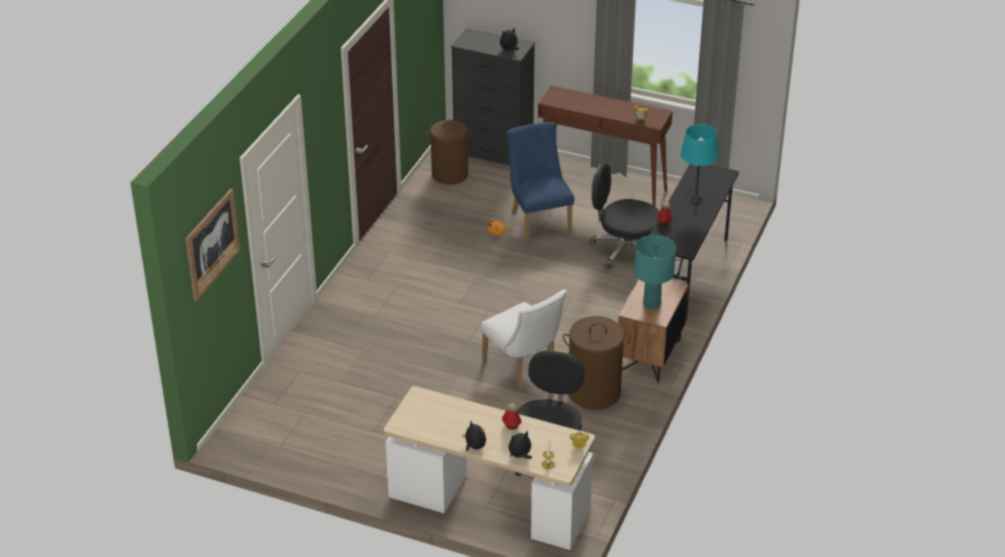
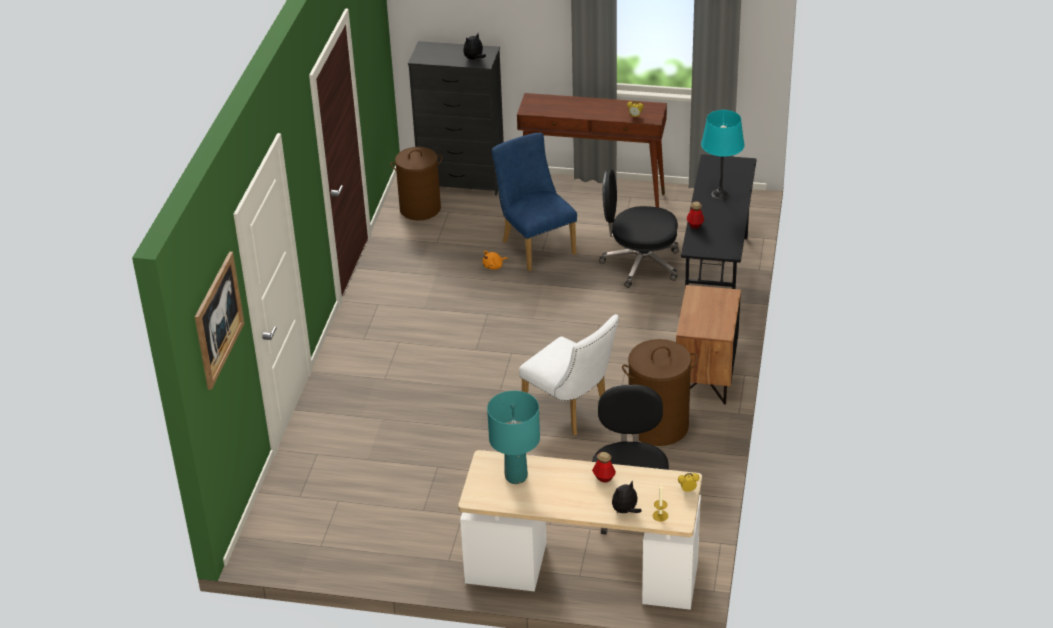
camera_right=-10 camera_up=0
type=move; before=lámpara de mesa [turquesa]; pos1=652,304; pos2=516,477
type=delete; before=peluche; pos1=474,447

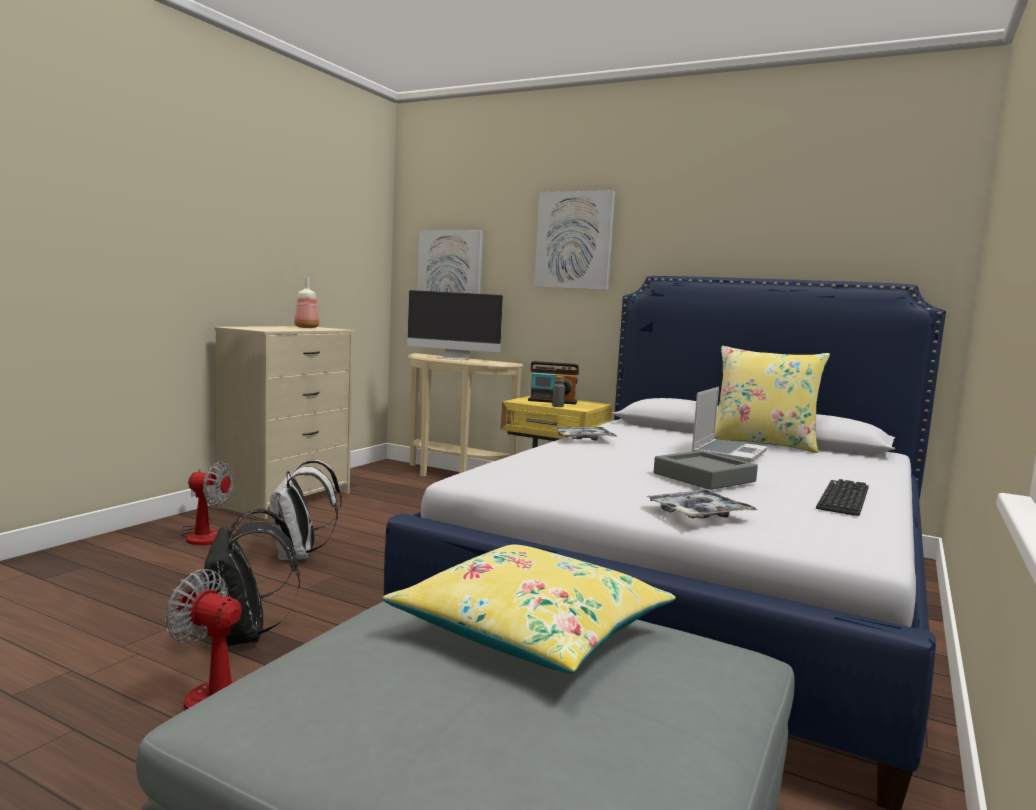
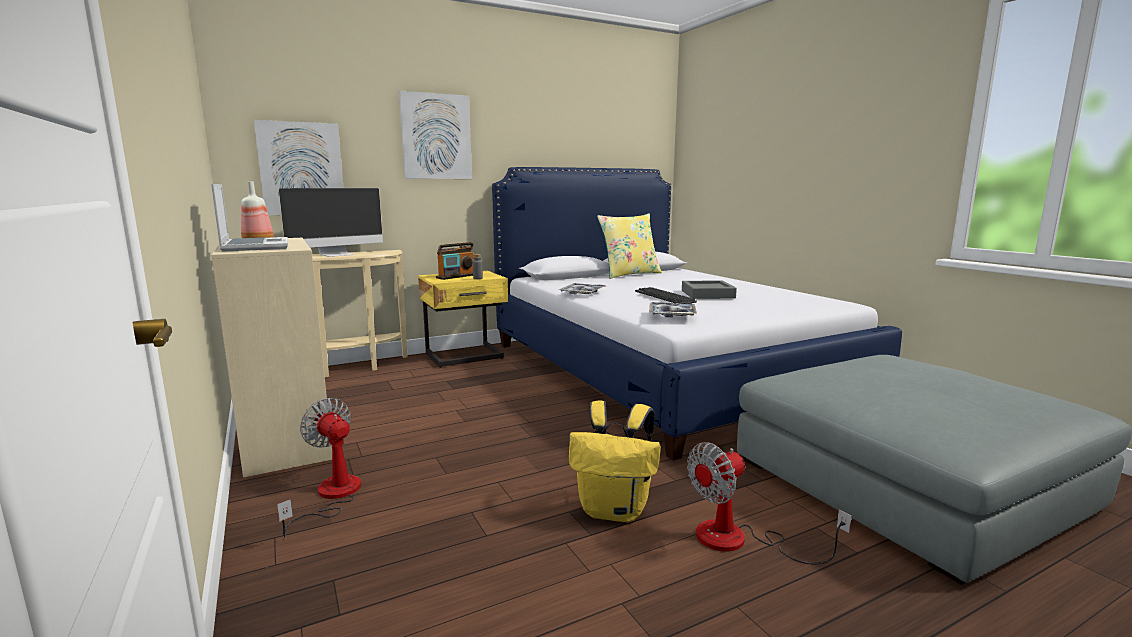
camera_right=-55 camera_up=5
type=move; before=portátil; pos1=728,452; pos2=254,246
type=delete; before=mochila [blanco]; pos1=299,556
type=rotate; before=ventilador; pos1=204,534; pos2=331,496; turn=-90
type=move; before=teclado; pos1=843,498; pos2=664,297
type=move; before=bandeja; pos1=699,514; pos2=672,315
type=recolor; before=mochila [negro]; after=mochila [amarillo]; pos1=244,637; pos2=615,510
type=delete; before=cojín [amarillo]; pos1=532,630

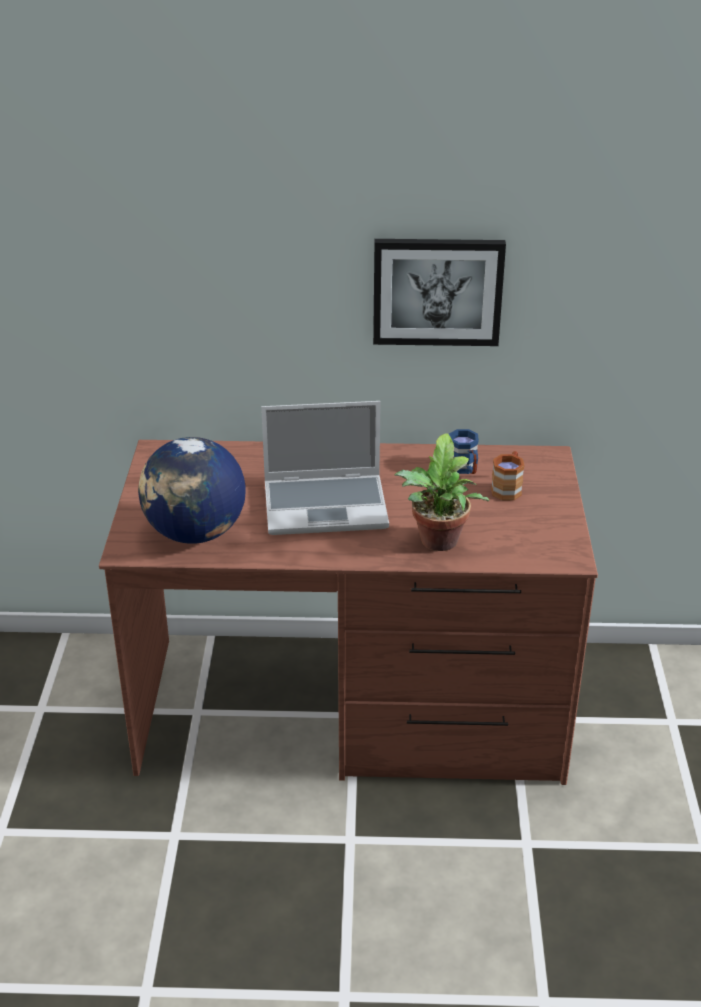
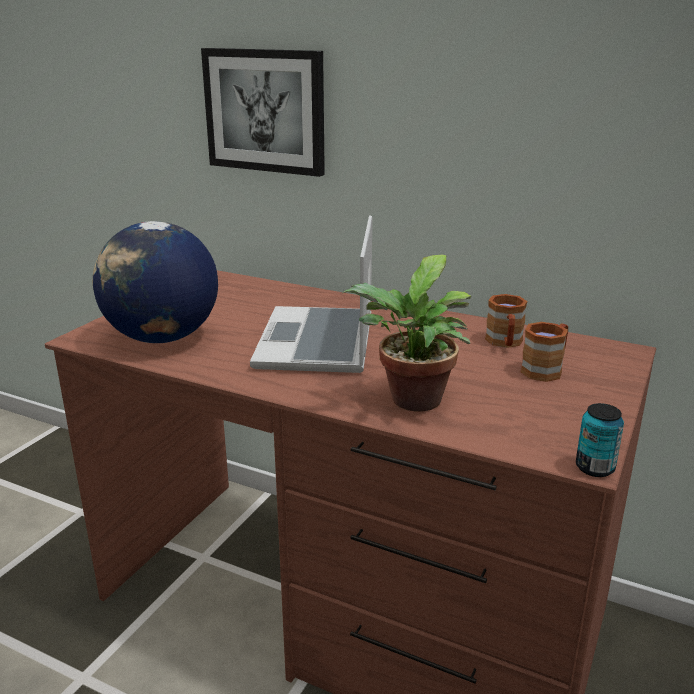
camera_right=25 camera_up=-10
type=move; before=cuadro; pos1=437,291; pos2=265,111
type=rotate; before=portátil; pos1=327,506; pos2=318,343; turn=75
type=recolor; before=taza grande [azul]; after=taza grande [marrón]; pos1=465,469; pos2=505,343
type=insert; after=lata; pos2=594,468

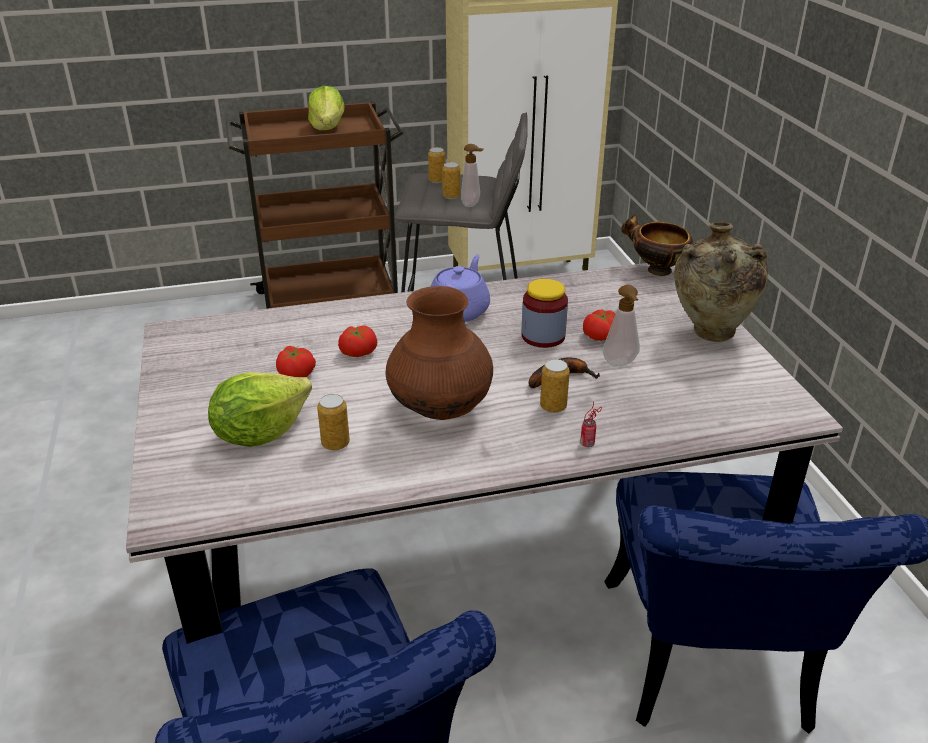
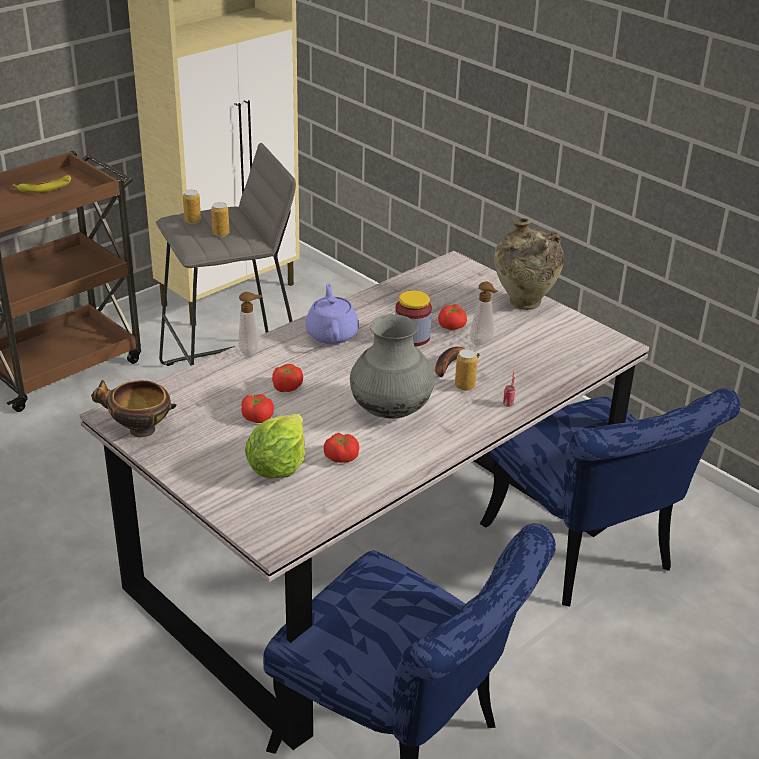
camera_right=-30 camera_up=0
type=replace; before=lechuga; after=plátano; pos1=328,128; pos2=45,187
type=move; before=dispensador de jabón; pos1=472,204; pos2=251,353
type=move; before=cuenco; pos1=656,270; pos2=139,430
type=recolor; before=florero [marrón]; after=florero [gris]; pos1=440,410; pos2=391,411
type=replace; before=lata; after=tomate; pos1=335,444; pos2=341,457

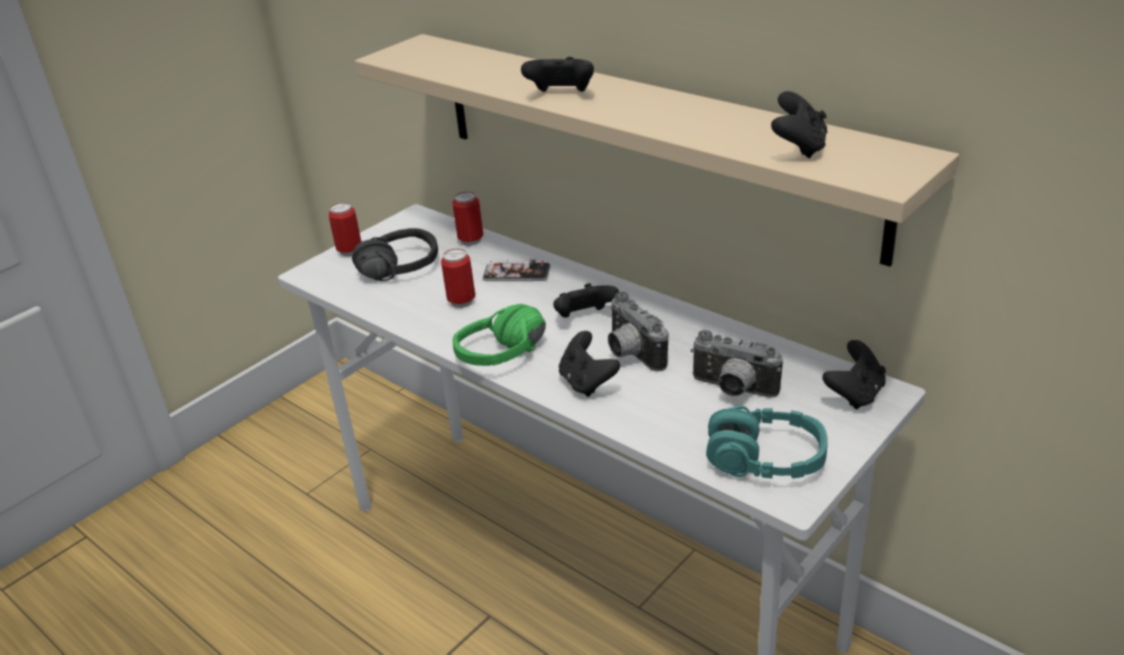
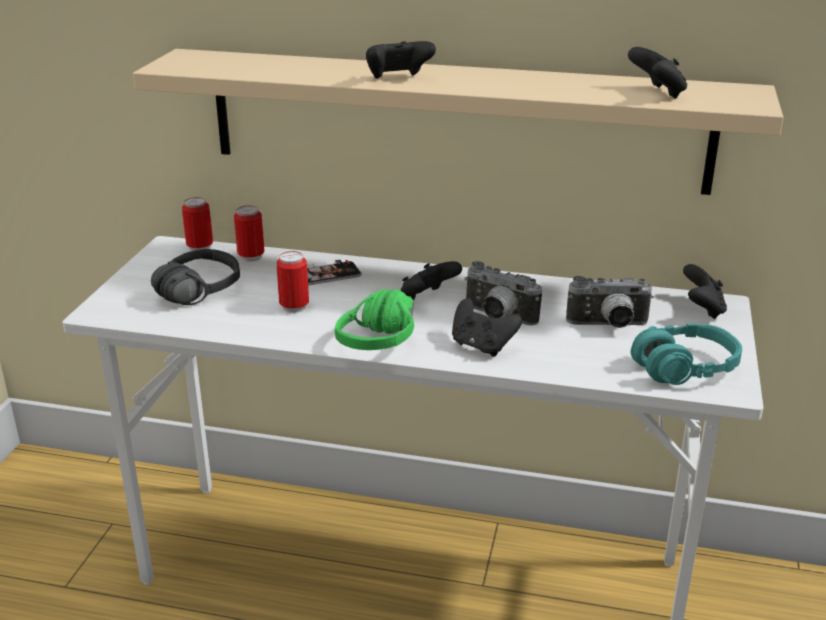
camera_right=-30 camera_up=-5
type=move; before=lata; pos1=350,251; pos2=200,247

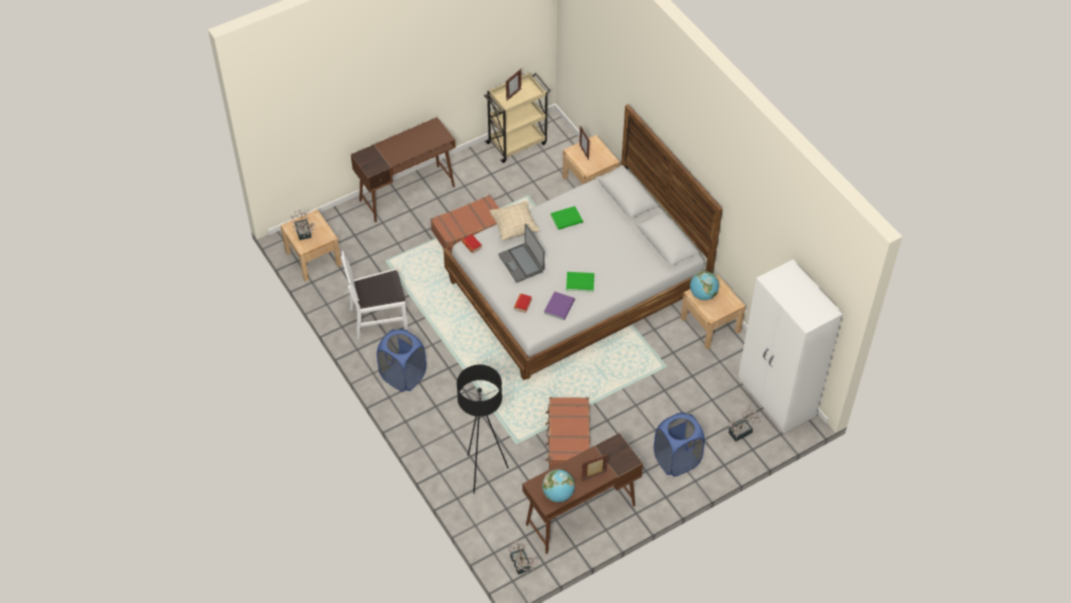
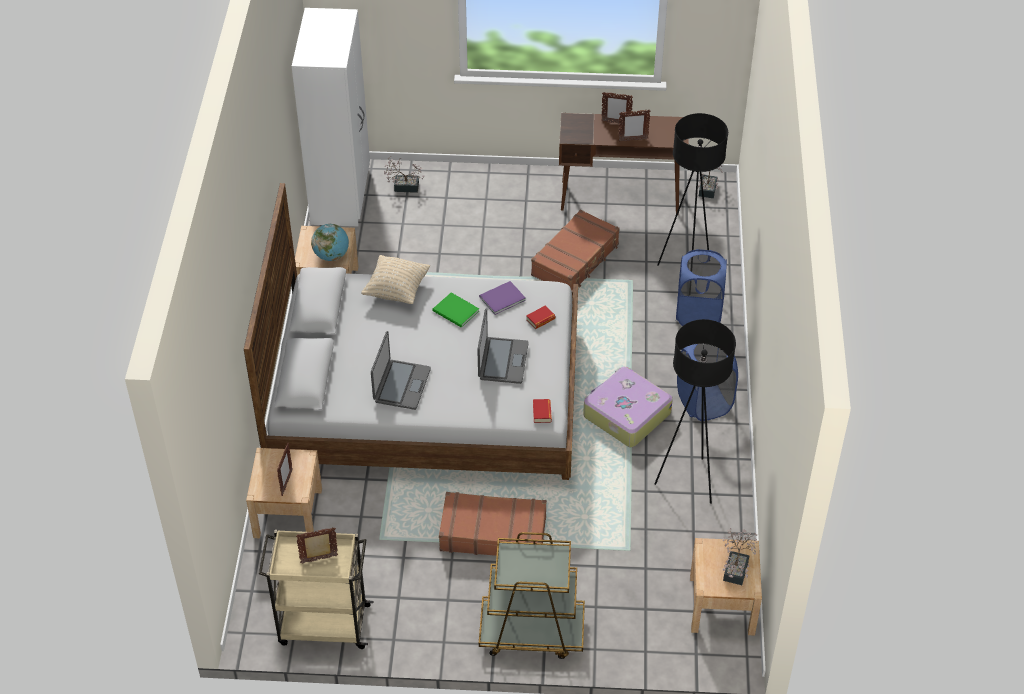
camera_right=-145 camera_up=-5
type=replace; before=escritorio [marrón]; after=carrito [marrón]; pos1=407,193; pos2=531,632
type=move; before=cojín [beis]; pos1=514,228; pos2=396,290
type=replace; before=libro [verde]; after=portátil; pos1=567,219; pos2=401,385
type=replace; before=silla [blanco]; after=lámpara de pie [negro]; pos1=378,318; pos2=688,481
type=move; before=cesto de la ropa [azul]; pos1=676,460; pos2=698,314
type=delete; before=globo terráqueo; pos1=558,494
type=insert; after=portarretratos; pos2=632,140
type=insert; after=maleta; pos2=625,414

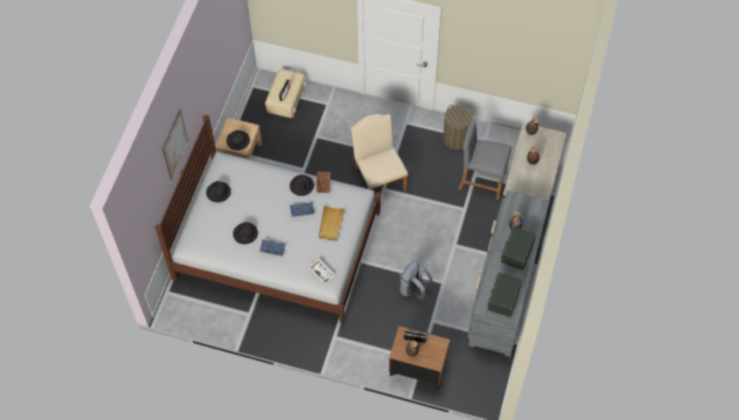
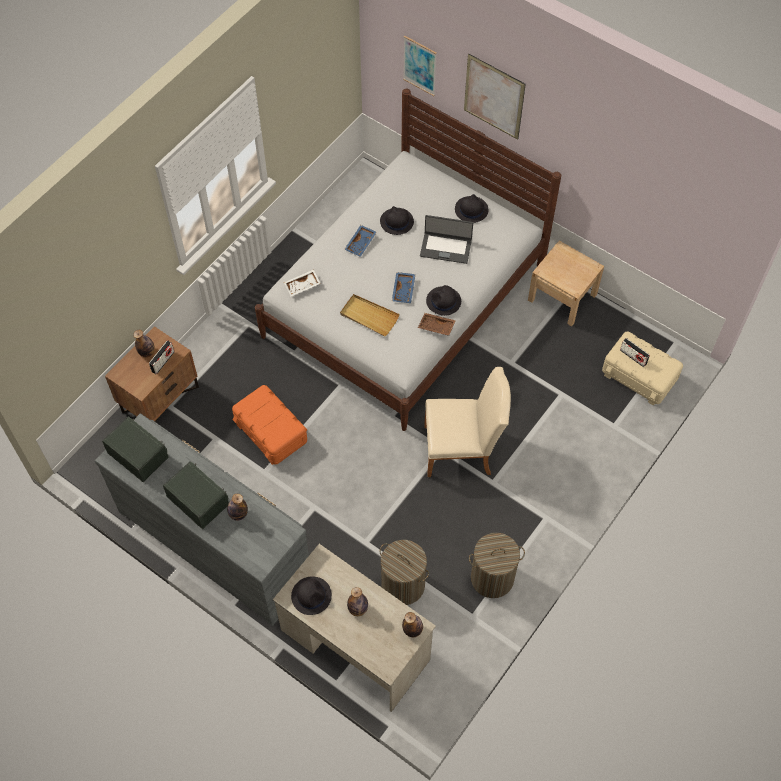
camera_right=110 camera_up=0
type=replace; before=taburete [gris]; after=cesto de la ropa; pos1=482,181; pos2=403,585
type=move; before=sombrero [negro]; pos1=237,140; pos2=311,595
type=replace; before=mochila [gris]; after=caja de almacenaje [naranja]; pos1=413,289; pos2=270,432
type=insert; after=cuadro; pos2=419,65
type=insert; after=portátil; pos2=446,247

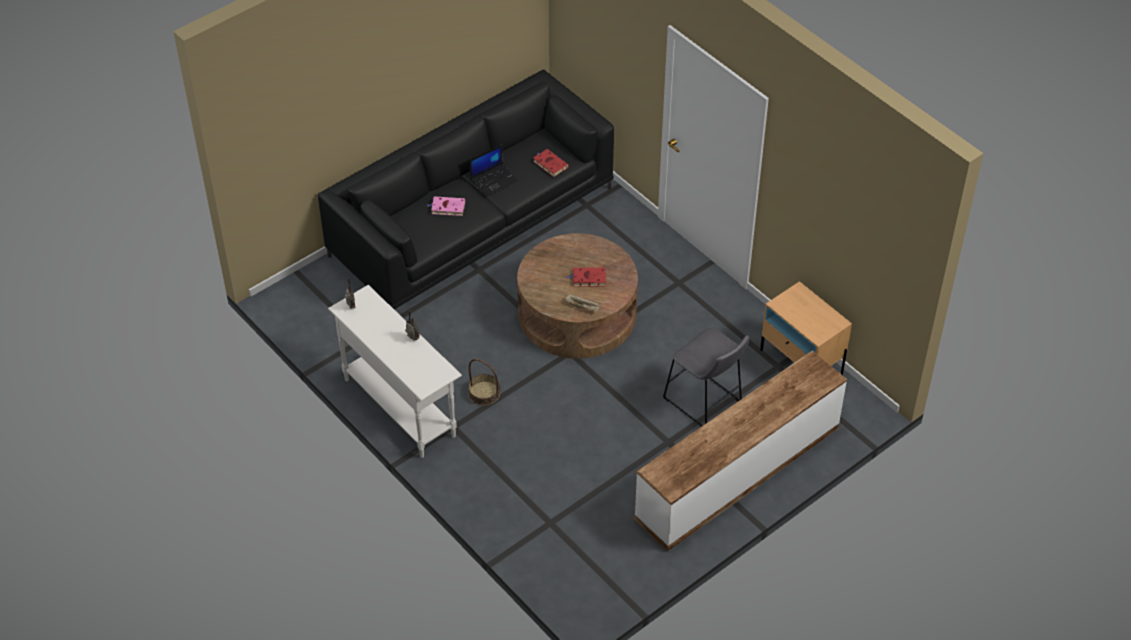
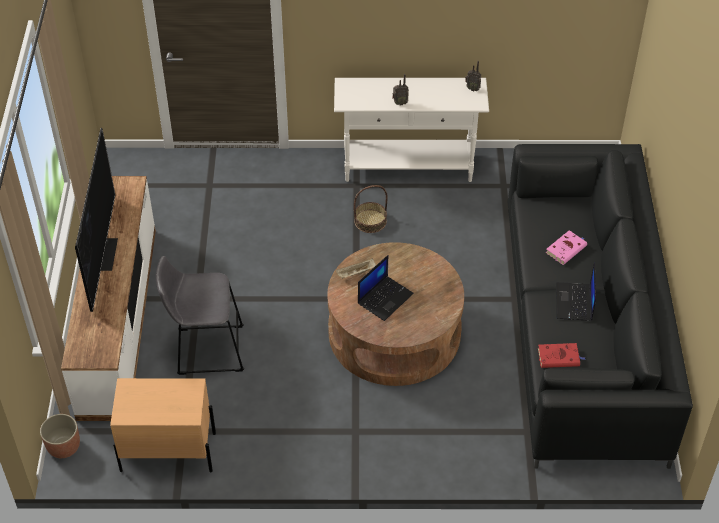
camera_right=130 camera_up=0
type=replace; before=libro [rojo]; after=portátil; pos1=588,279; pos2=385,298
type=insert; after=televisor; pos2=103,253
type=insert; after=maceta; pos2=64,446

